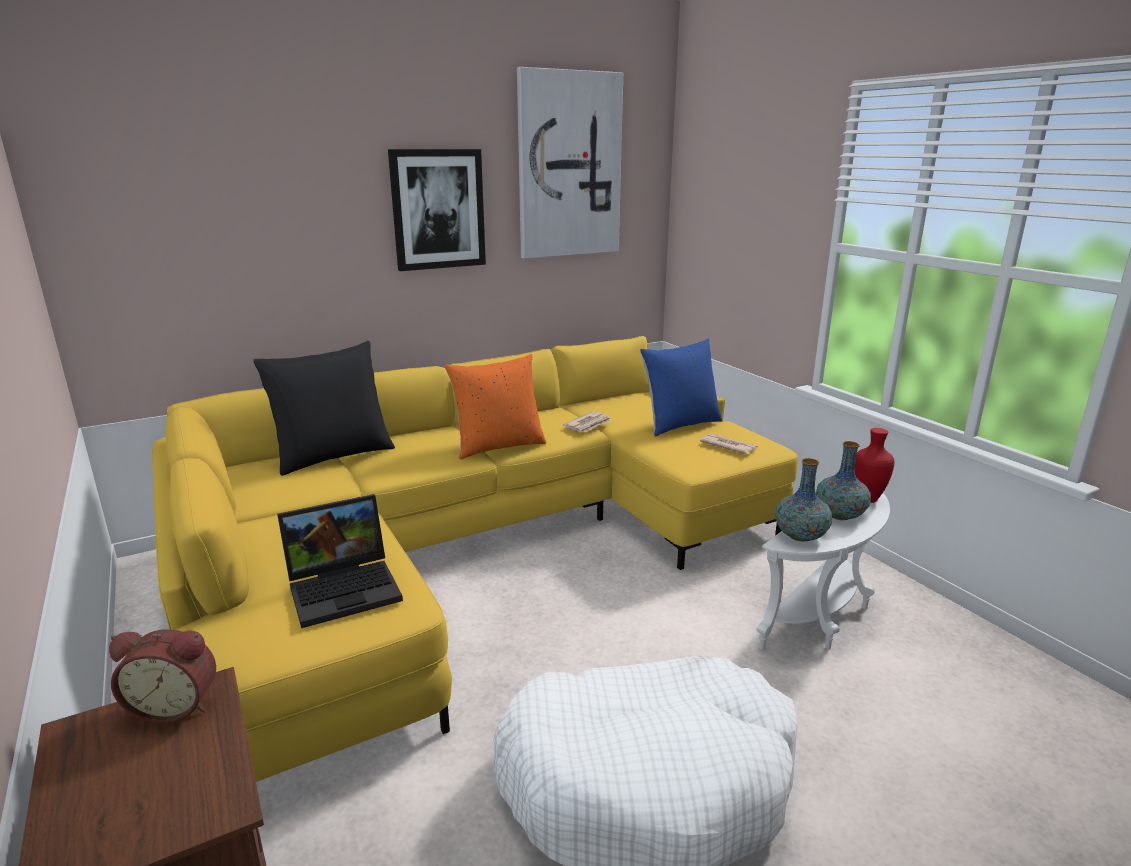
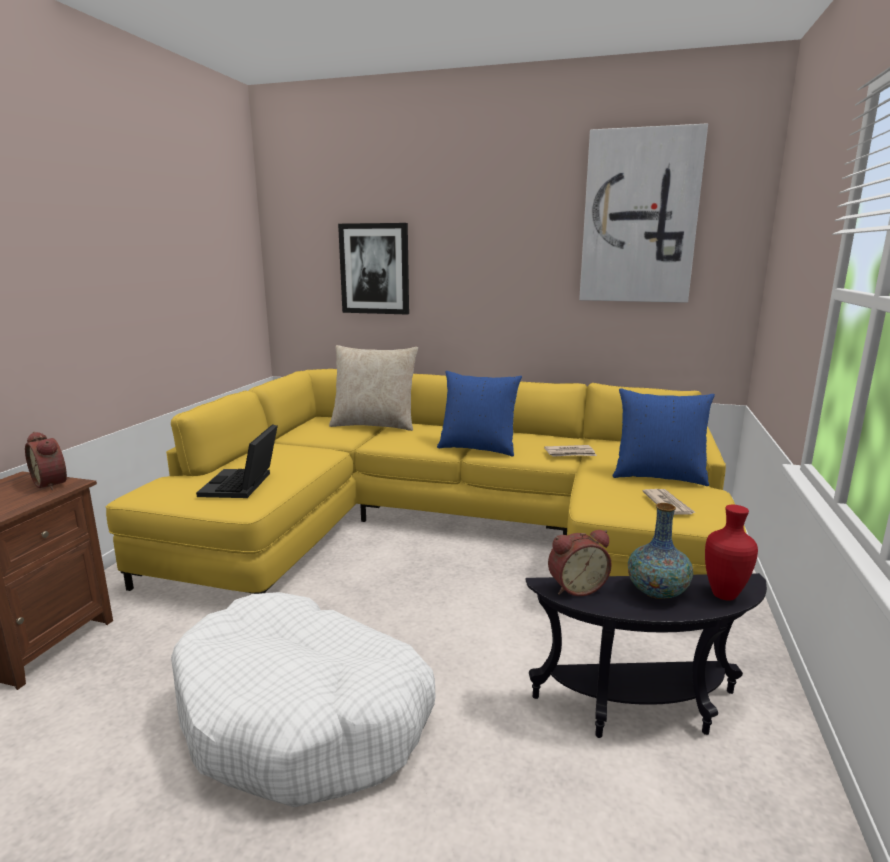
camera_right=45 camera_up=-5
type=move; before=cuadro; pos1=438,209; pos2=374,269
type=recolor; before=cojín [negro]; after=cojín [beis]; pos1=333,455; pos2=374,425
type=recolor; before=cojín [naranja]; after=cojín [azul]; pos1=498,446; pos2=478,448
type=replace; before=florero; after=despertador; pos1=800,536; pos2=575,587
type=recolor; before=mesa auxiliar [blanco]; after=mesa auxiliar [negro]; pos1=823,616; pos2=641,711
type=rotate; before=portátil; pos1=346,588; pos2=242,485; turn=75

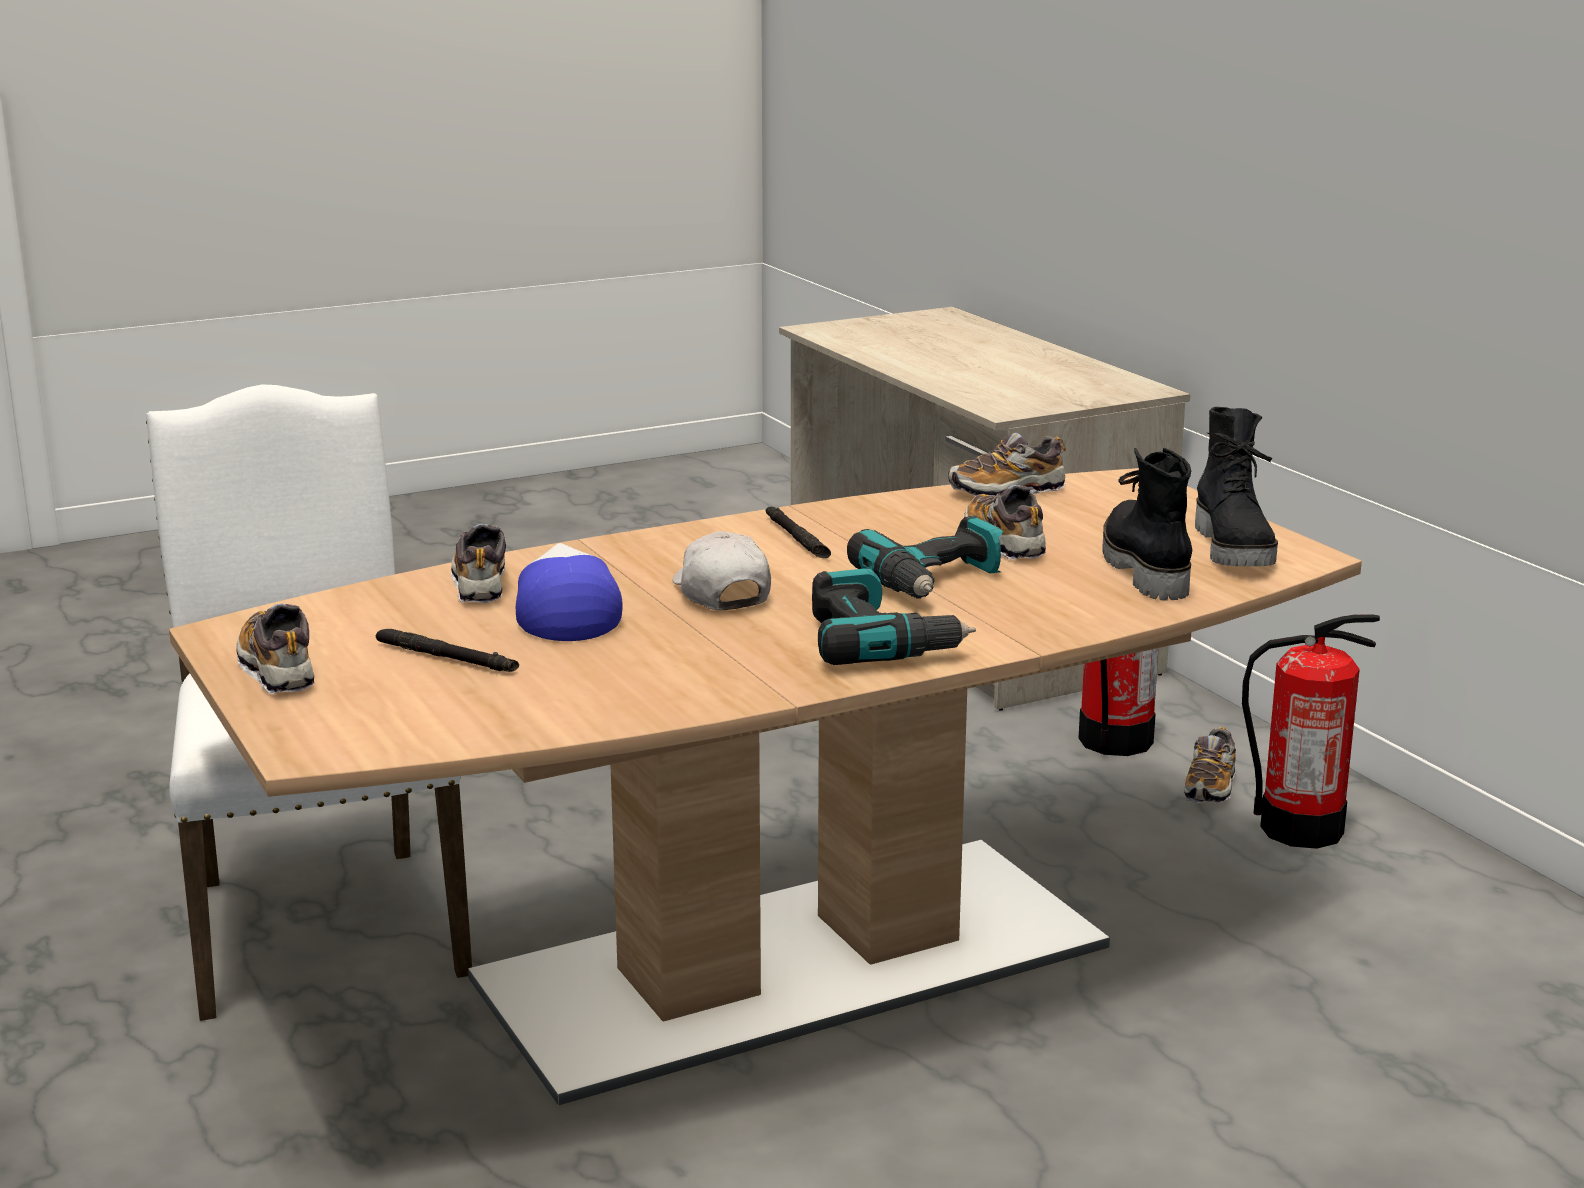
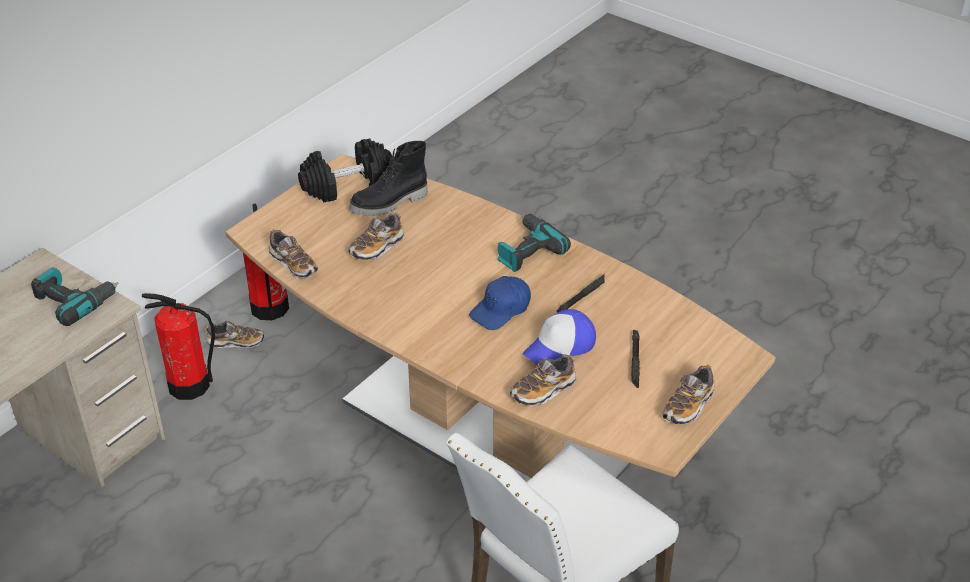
camera_right=-115 camera_up=20
type=replace; before=bota [negro]; after=mancuerna [negro]; pos1=1235,549; pos2=347,185
type=move; before=linterna [negro]; pos1=797,538; pos2=582,297
type=move; before=taladro; pos1=934,582; pos2=75,301
type=recolor; before=gorra [blanco]; after=gorra [azul]; pos1=721,593; pos2=501,310

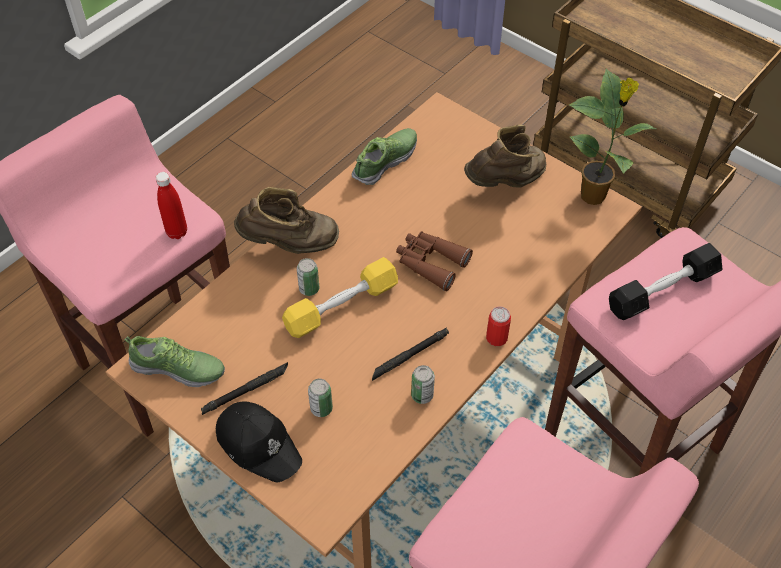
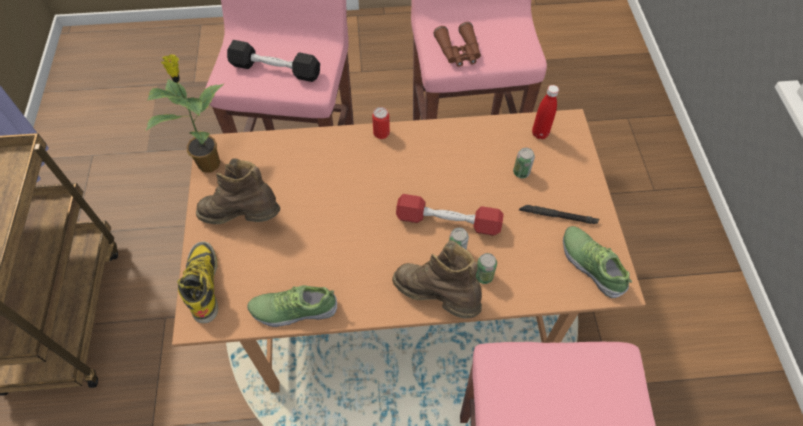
camera_right=-135 camera_up=5
type=move; before=botella [rojo]; pos1=177,232; pos2=540,133
type=move; before=prismáticos [marrón]; pos1=430,263; pos2=459,52
type=recolor; before=mancuerna [amarillo]; after=mancuerna [rojo]; pos1=341,306; pos2=448,222
type=delete; before=linterna [negro]; pos1=409,356
type=move; before=lata; pos1=422,395; pos2=483,276
type=delete; before=gorra [negro]; pos1=259,444
type=insert; after=bota; pos2=203,283

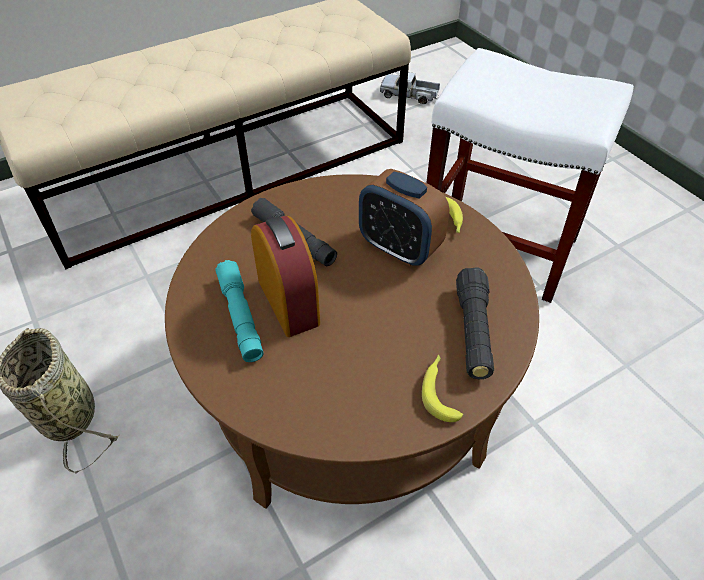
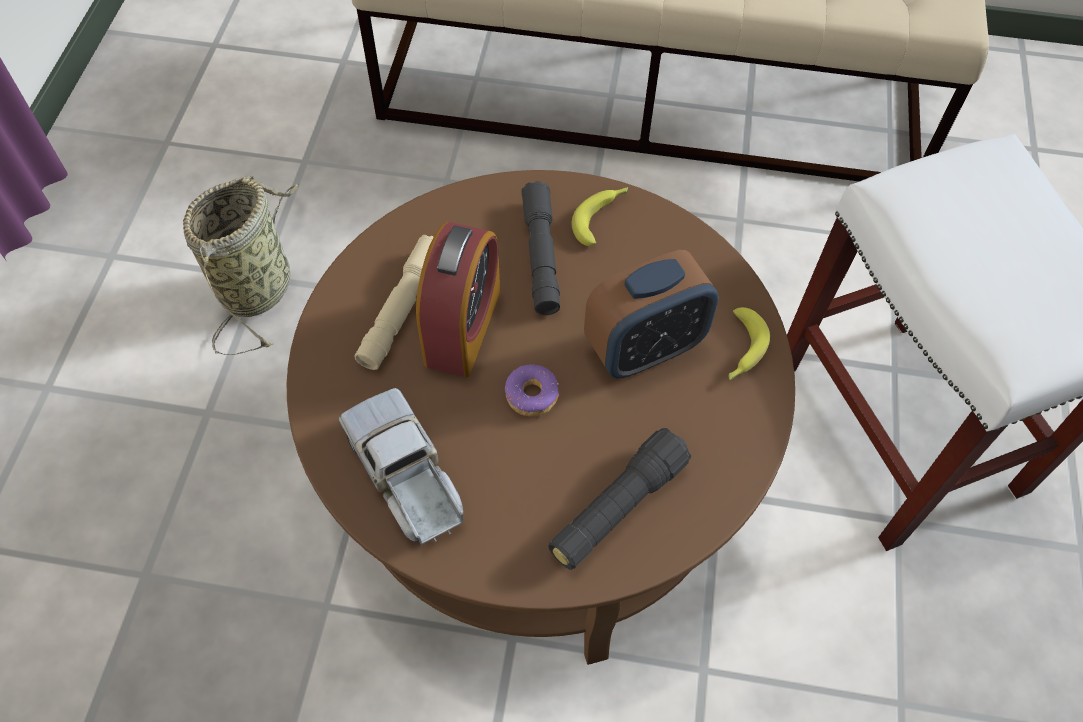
camera_right=40 camera_up=10
type=move; before=camión de juguete; pos1=409,95; pos2=406,475
type=rotate; before=despertador; pos1=399,248; pos2=644,348; turn=-105
type=recolor; before=linterna [turquesa]; after=linterna [beis]; pos1=240,317; pos2=402,310
type=move; before=plátano; pos1=440,390; pos2=601,217
type=insert; after=rosquilla; pos2=532,395

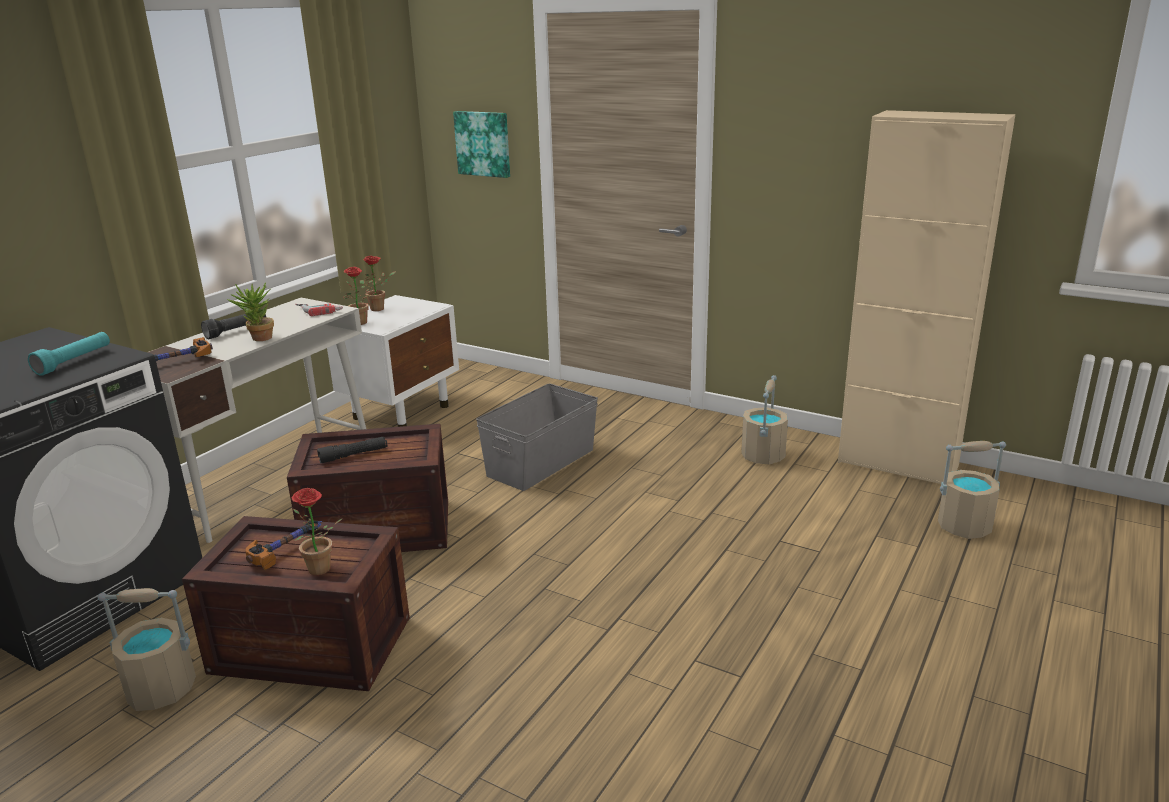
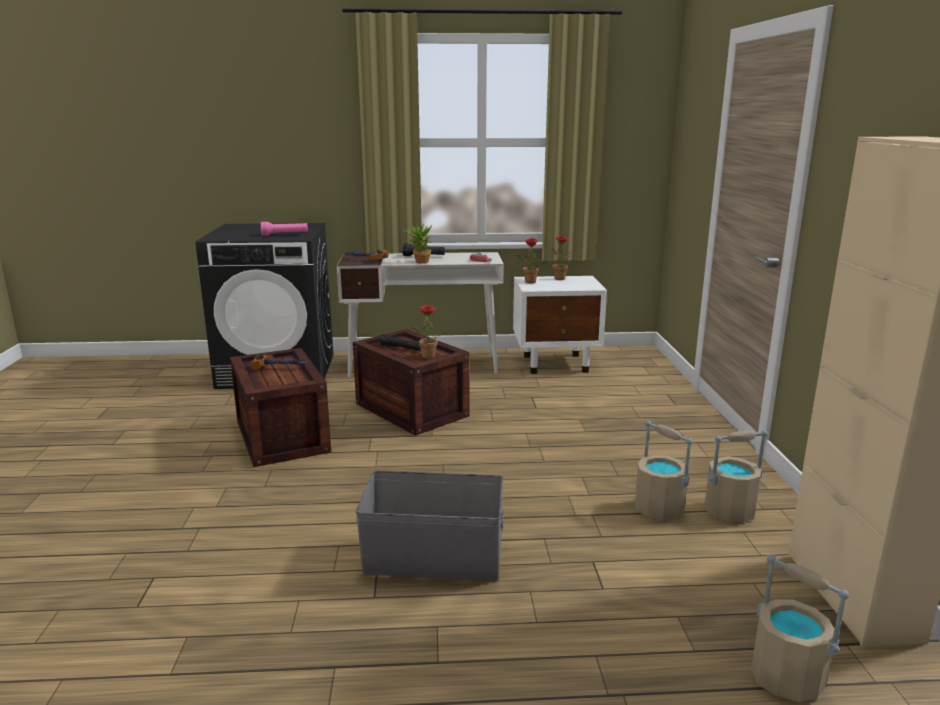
camera_right=55 camera_up=-5
type=delete; before=cuadro; pos1=483,143
type=recolor; before=linterna [turquesa]; after=linterna [rosa]; pos1=74,361; pos2=285,234
type=move; before=caja de almacenaje [gris]; pos1=540,462; pos2=433,557
type=move; before=planta en maceta; pos1=320,571; pos2=427,357
type=move; before=cubo [beis]; pos1=162,689; pos2=659,509

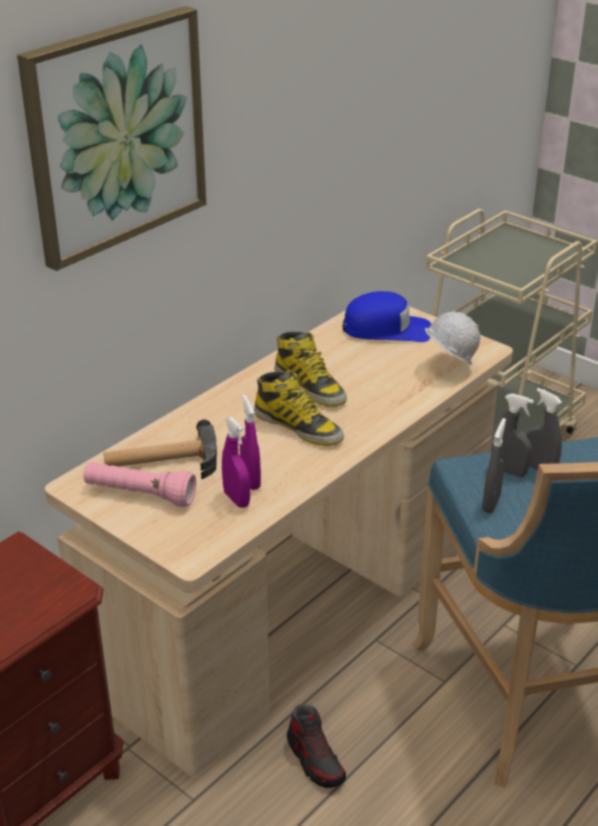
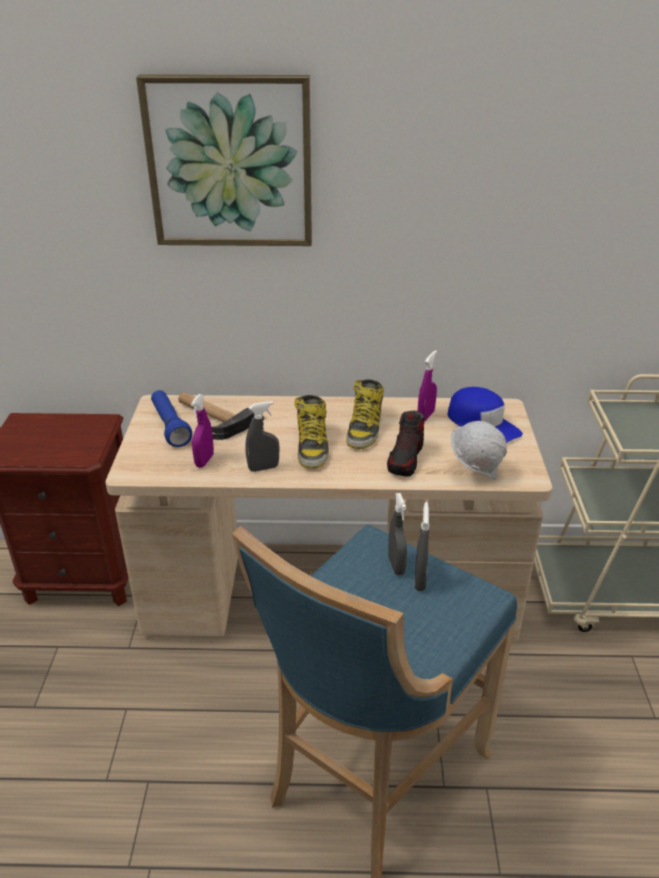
camera_right=50 camera_up=0
type=move; before=pulverizador [morado]; pos1=250,480; pos2=425,416
type=move; before=pulverizador [gris]; pos1=491,503; pos2=263,468
type=recolor; before=linterna [rosa]; after=linterna [azul]; pos1=140,495; pos2=170,427
type=move; before=zapato; pos1=315,760; pos2=406,459

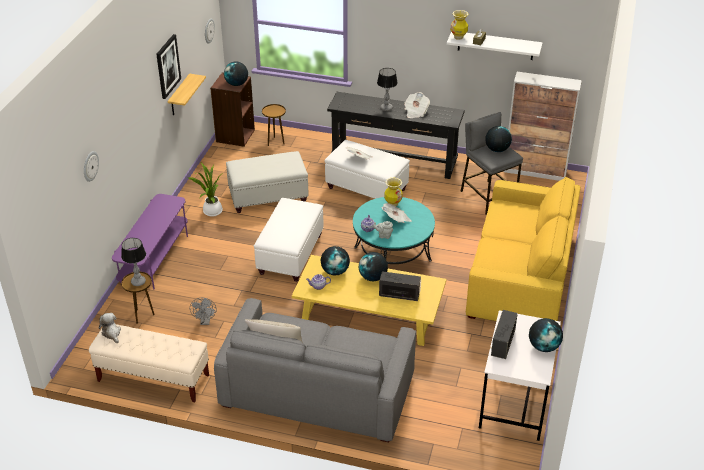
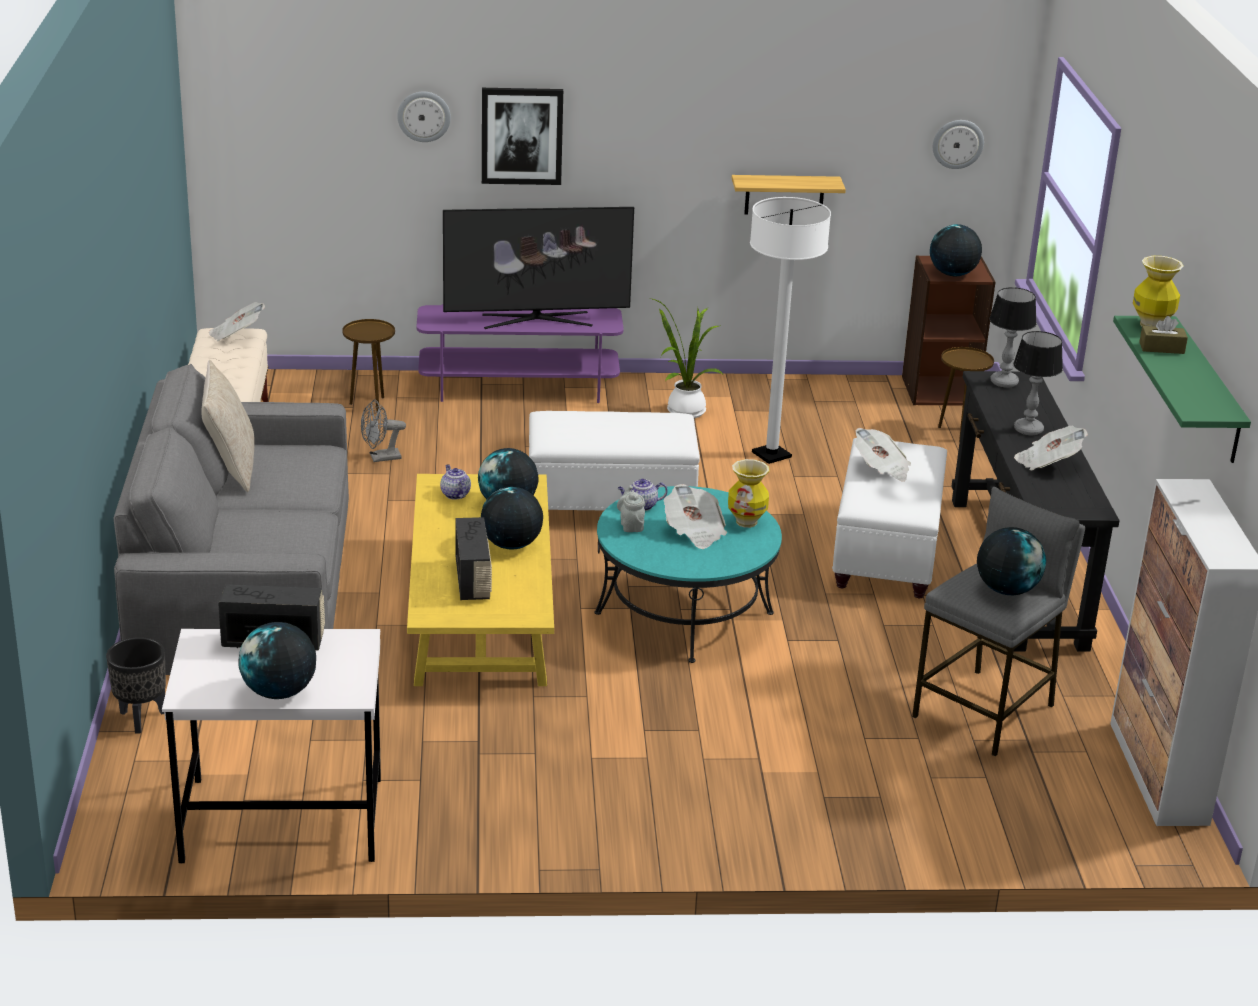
camera_right=70 camera_up=-10
type=recolor; before=estante [blanco]; after=estante [verde]; pos1=495,45; pos2=1206,391
type=move; before=cuadro; pos1=167,66; pos2=522,135
type=replace; before=puf [blanco]; after=lámpara de pie [blanco]; pos1=269,197; pos2=771,455
type=delete; before=sofá [amarillo]; pos1=520,275
type=move; before=lámpara de mesa; pos1=138,282; pos2=1003,382
type=replace; before=peluche; after=periódico; pos1=111,333; pos2=236,335
type=insert; after=televisor; pos2=536,320
type=insert; after=maceta [negro]; pos2=141,718

